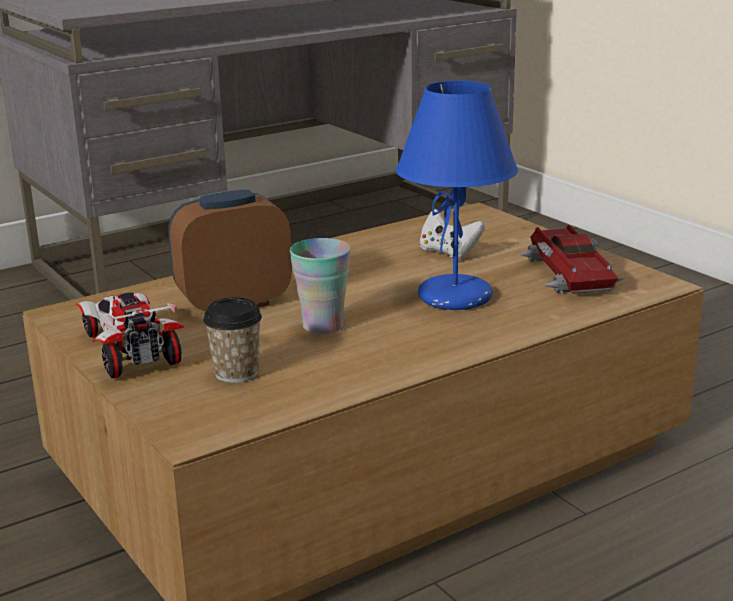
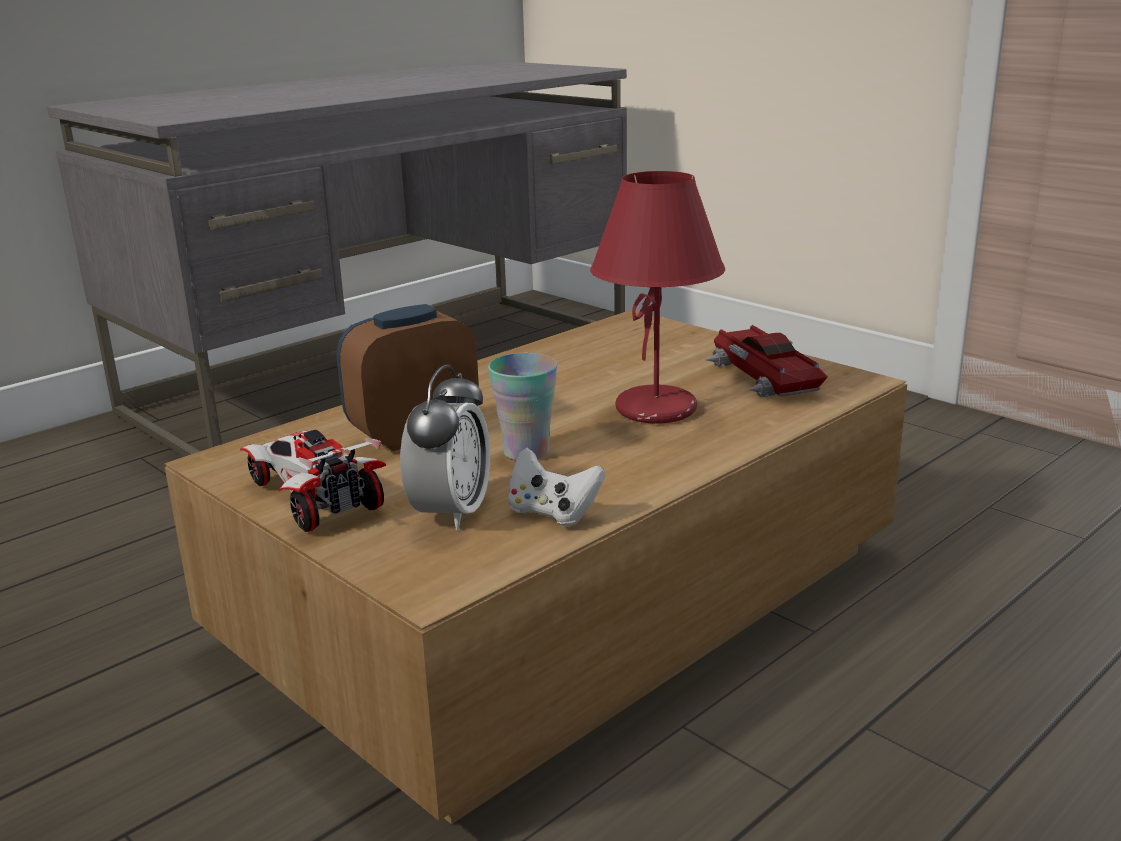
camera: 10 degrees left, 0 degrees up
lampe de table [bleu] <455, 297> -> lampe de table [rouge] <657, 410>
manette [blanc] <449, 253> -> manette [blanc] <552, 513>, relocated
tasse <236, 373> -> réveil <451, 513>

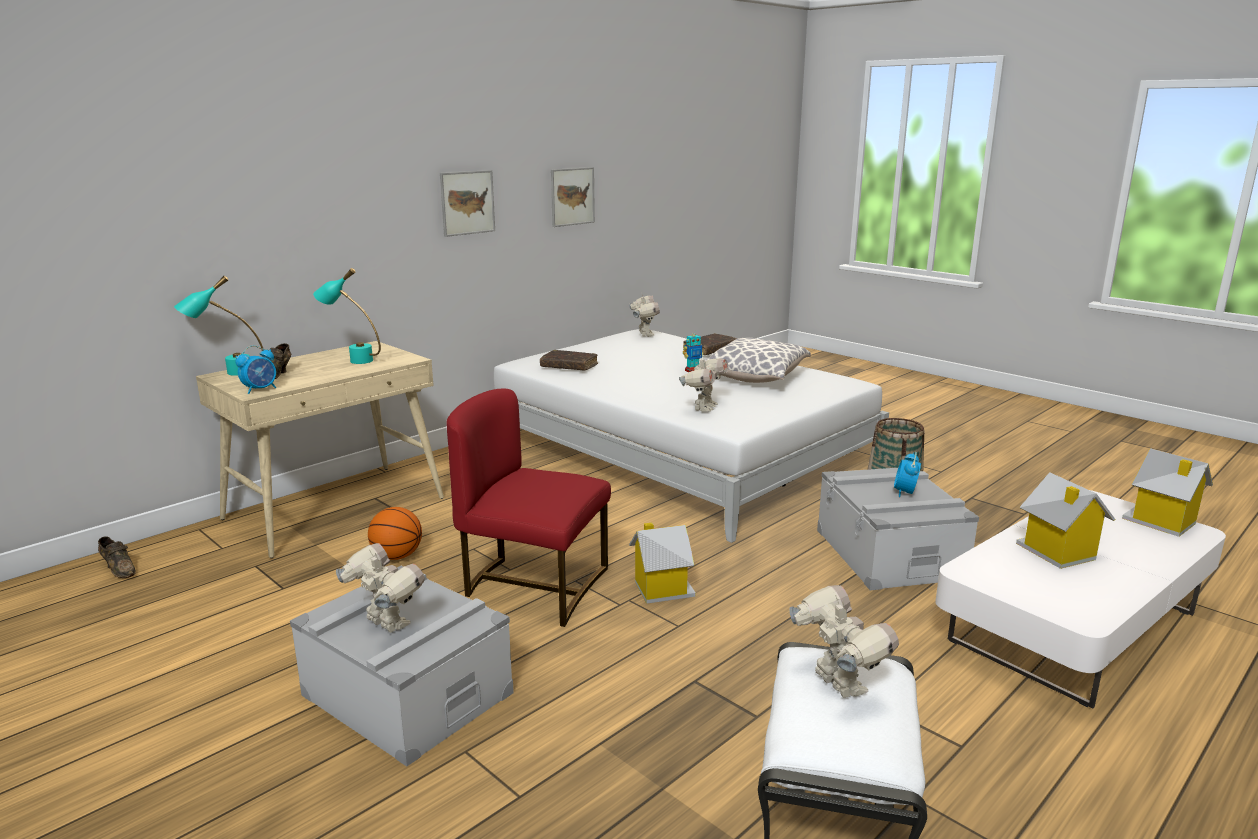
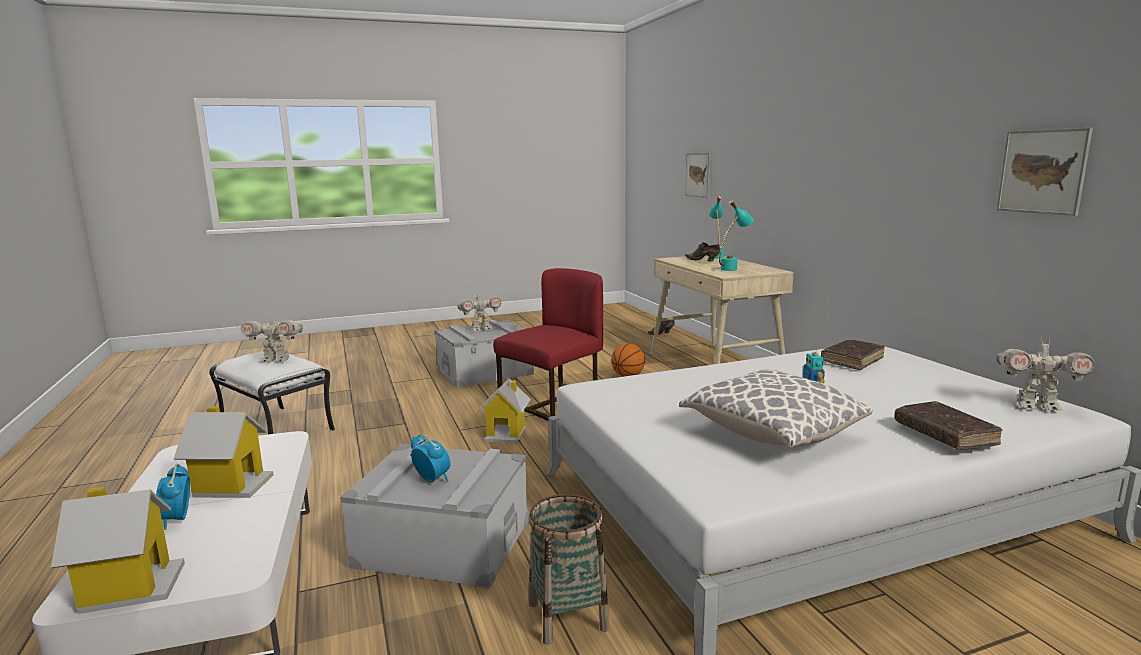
camera: 115 degrees right, 5 degrees down
tableau <467, 202> -> tableau <698, 175>, relocated
réveil <260, 389> -> réveil <177, 519>, relocated
robot jouet <703, 408> -> none

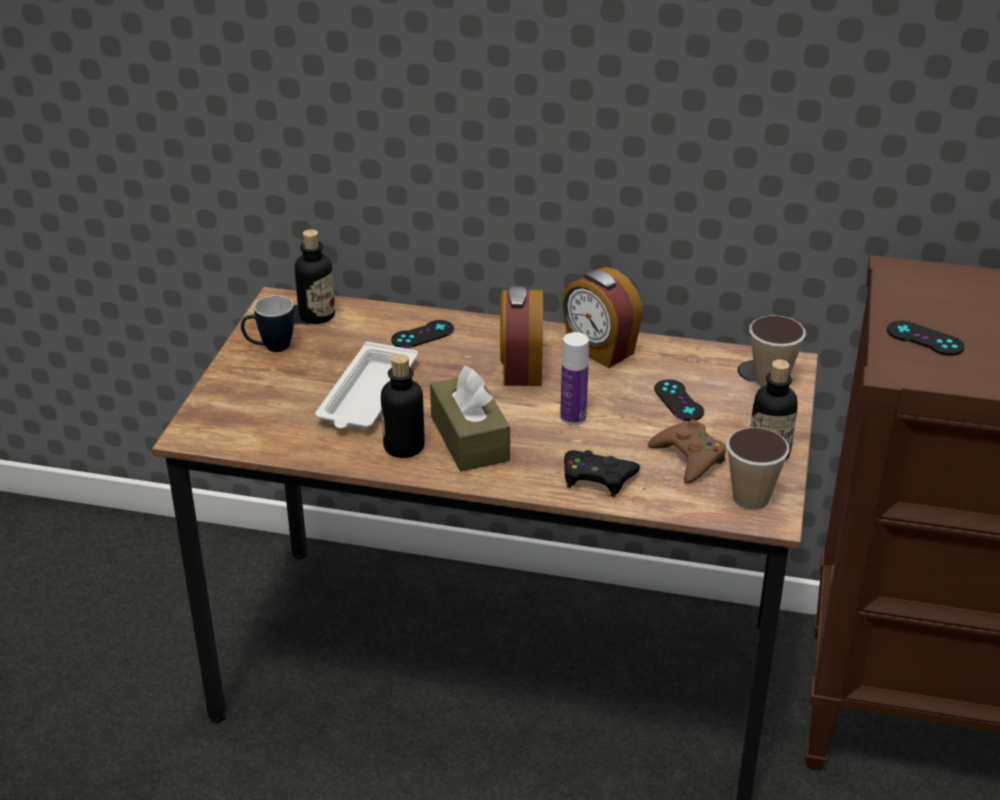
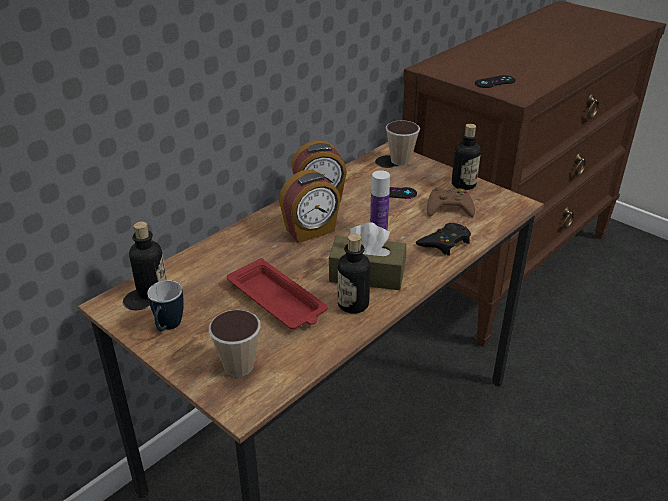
camera: 60 degrees left, 0 degrees up
réveil <521, 369> -> réveil <310, 231>, 60 degrees counterclockwise
manette [noir] <422, 335> -> none
plateau [blanc] <367, 395> -> plateau [rouge] <278, 301>
tasse <751, 498> -> tasse <238, 366>, relocated

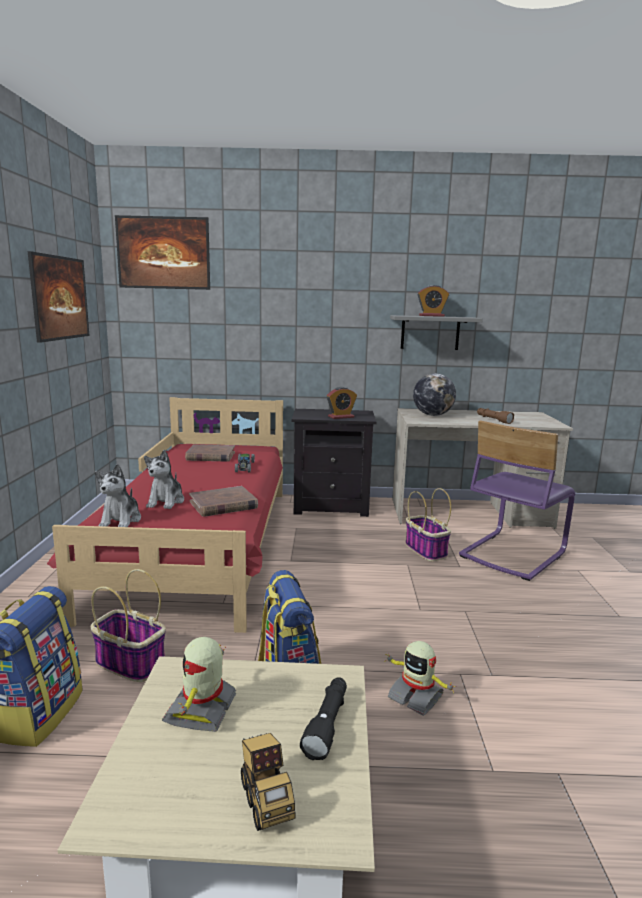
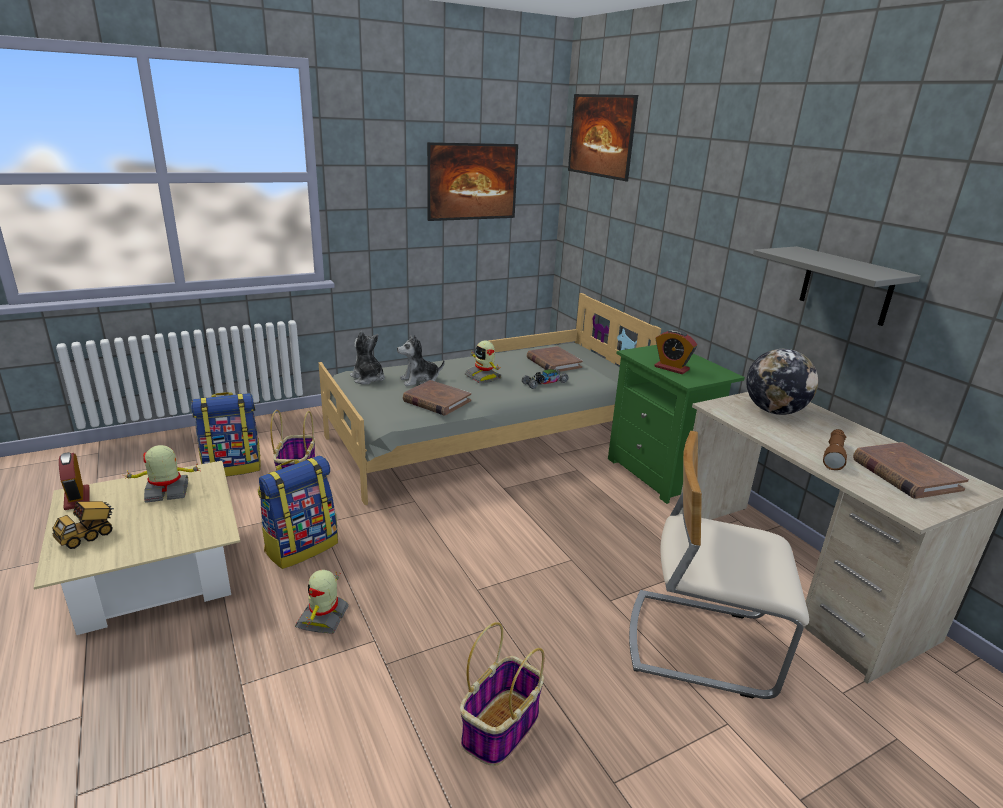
camera: 60 degrees right, 10 degrees up
réveil <431, 316> -> réveil <77, 498>, relocated
lit [rouge] <202, 545> -> lit [gris] <486, 438>
table de chevet [noir] <331, 506> -> table de chevet [vert] <660, 474>
chaise [violet] <511, 554> -> chaise [beige] <700, 642>
peluche <121, 520> -> peluche <368, 379>, 75 degrees clockwise
panier <426, 550> -> panier <500, 729>, relocated
lampe de poche [noir] <327, 724> -> none
none -> robot jouet <483, 377>
none -> livre [marron] <905, 474>

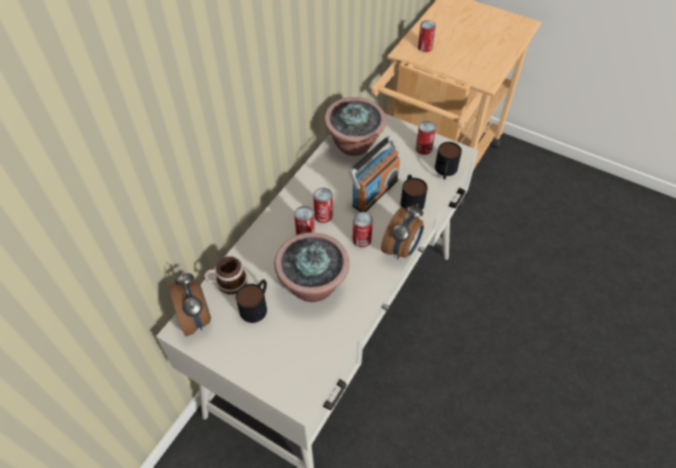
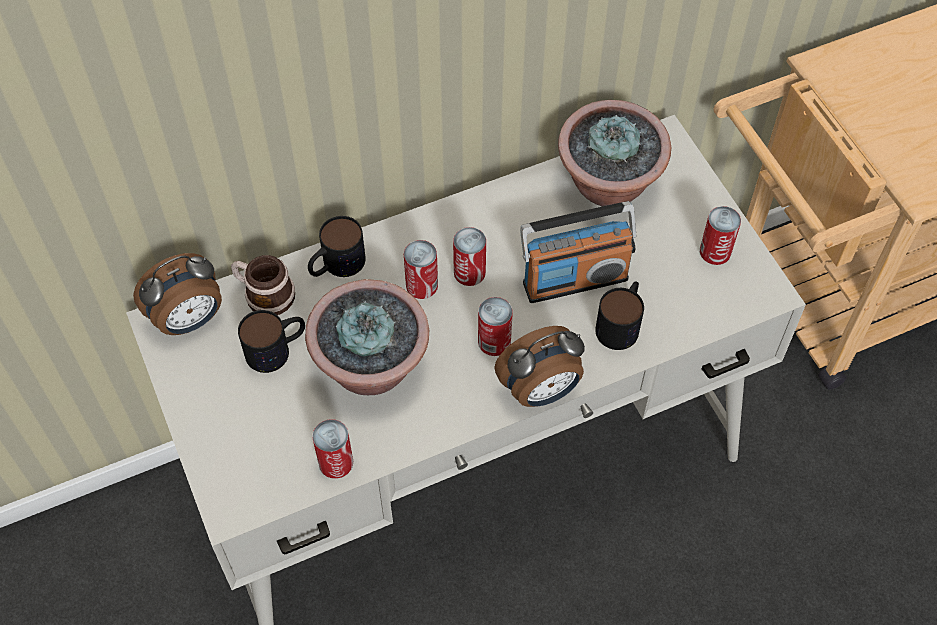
camera: 35 degrees right, 5 degrees up
boîte métallique <425, 47> -> boîte métallique <336, 462>, relocated
mug <445, 172> -> mug <336, 265>, relocated
réveil <196, 319> -> réveil <189, 320>, 45 degrees clockwise

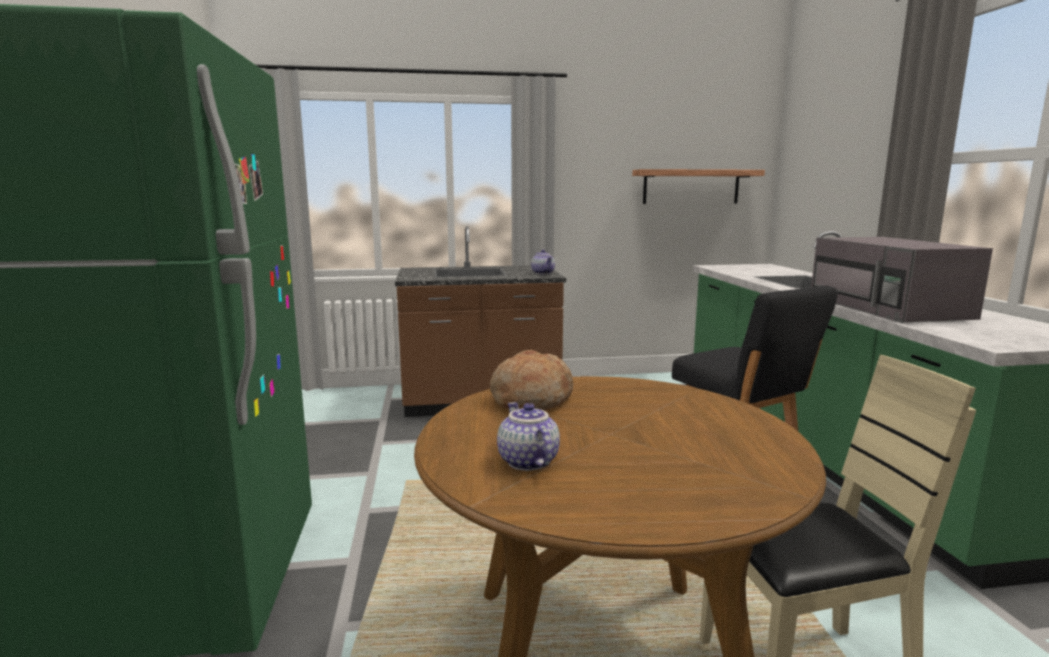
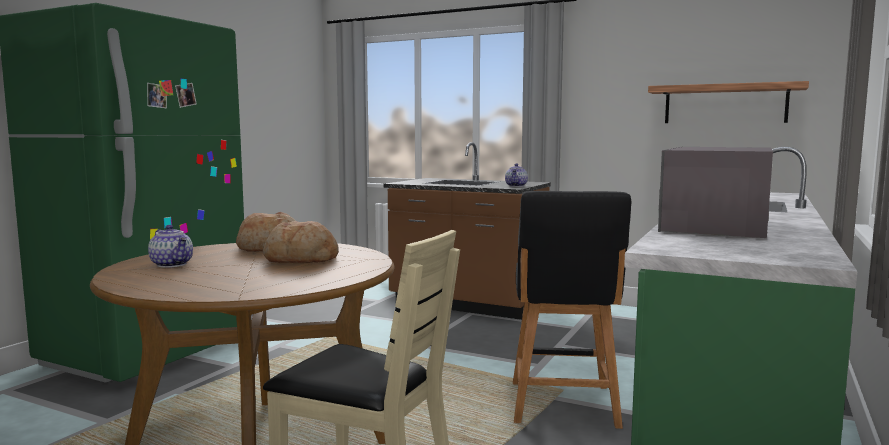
camera: 35 degrees right, 5 degrees down
théière <526, 461> -> théière <173, 264>, 120 degrees clockwise
none -> pain <301, 259>

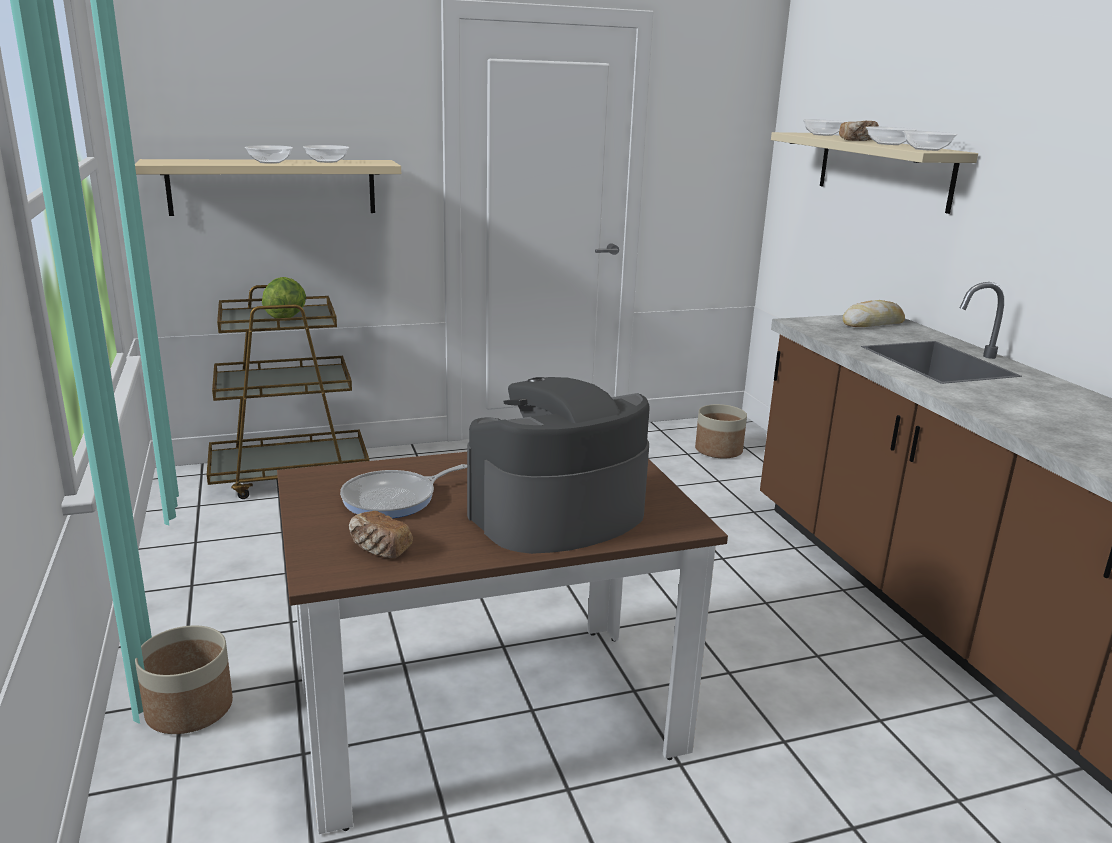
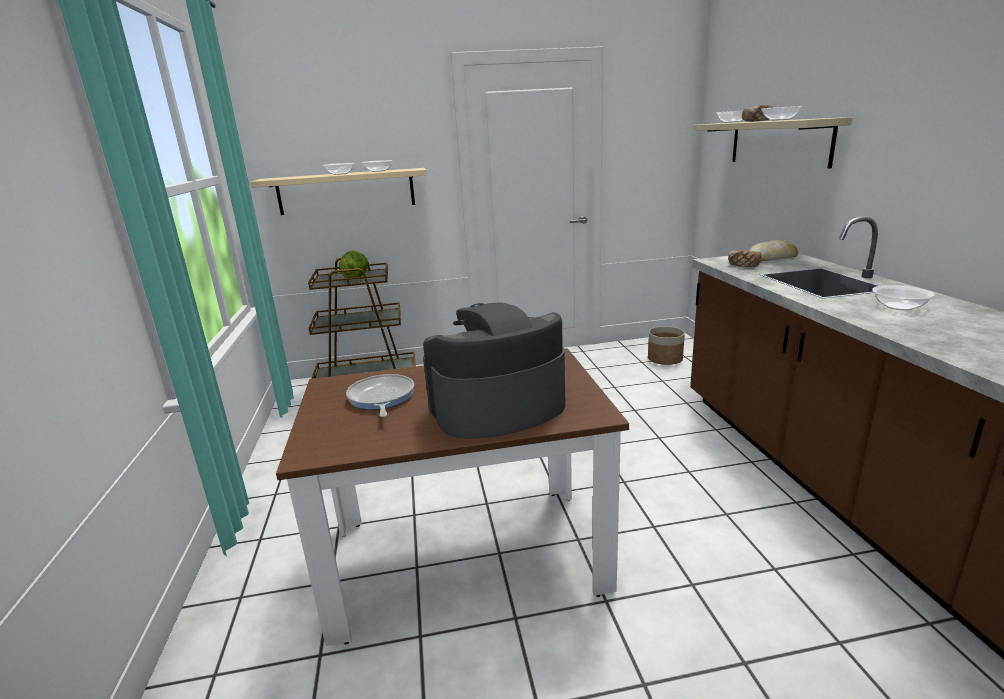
camera: 10 degrees right, 0 degrees up
bol <926, 149> -> bol <899, 307>, relocated
poêle <394, 499> -> poêle <381, 398>, 105 degrees clockwise
pain <379, 549> -> pain <743, 265>, relocated
cache-pot <189, 708> -> none

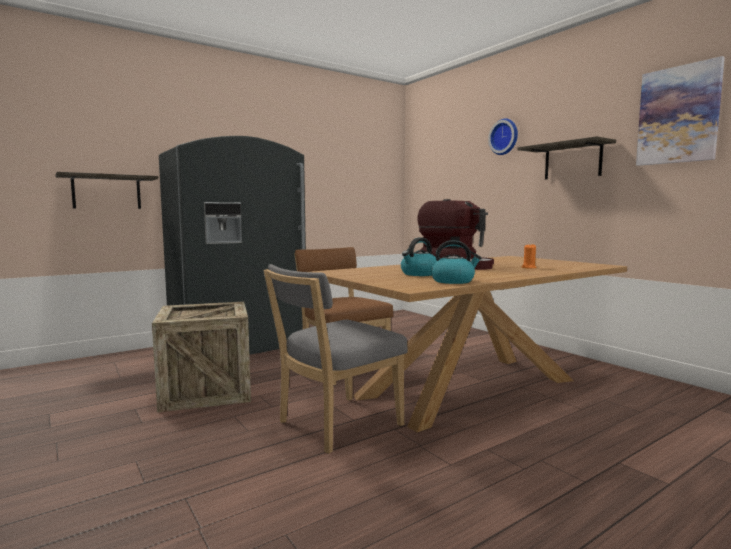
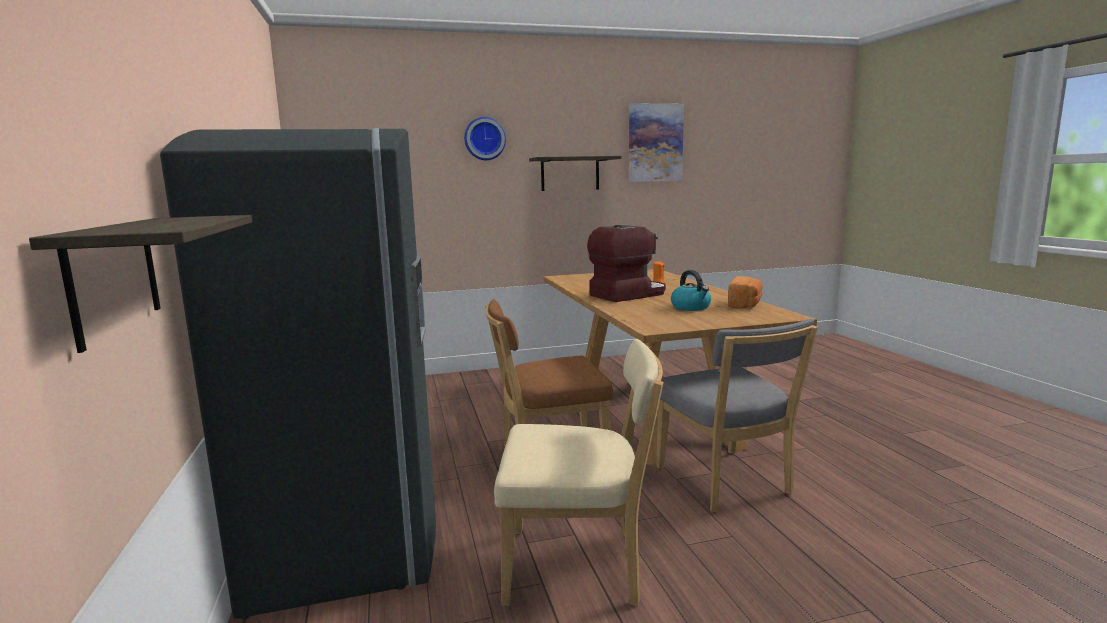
camera: 70 degrees left, 5 degrees up
bouilloire <453, 281> -> pain <745, 305>
caisse <206, 391> -> chaise [beige] <580, 567>

